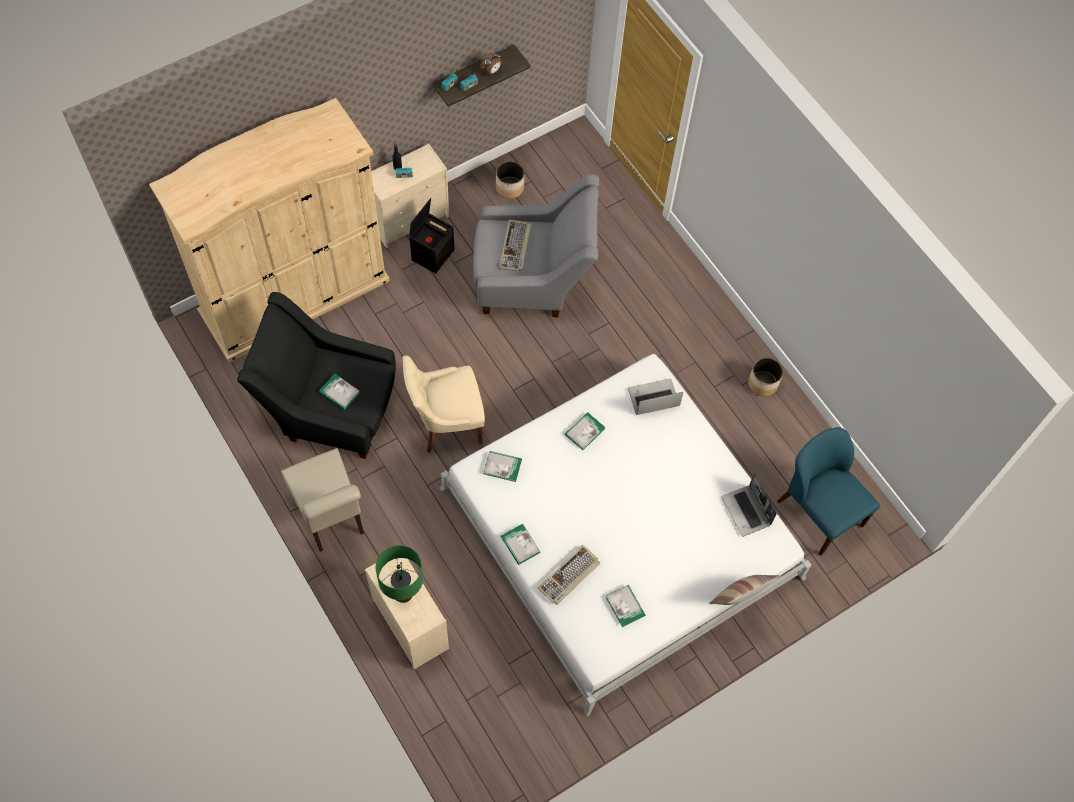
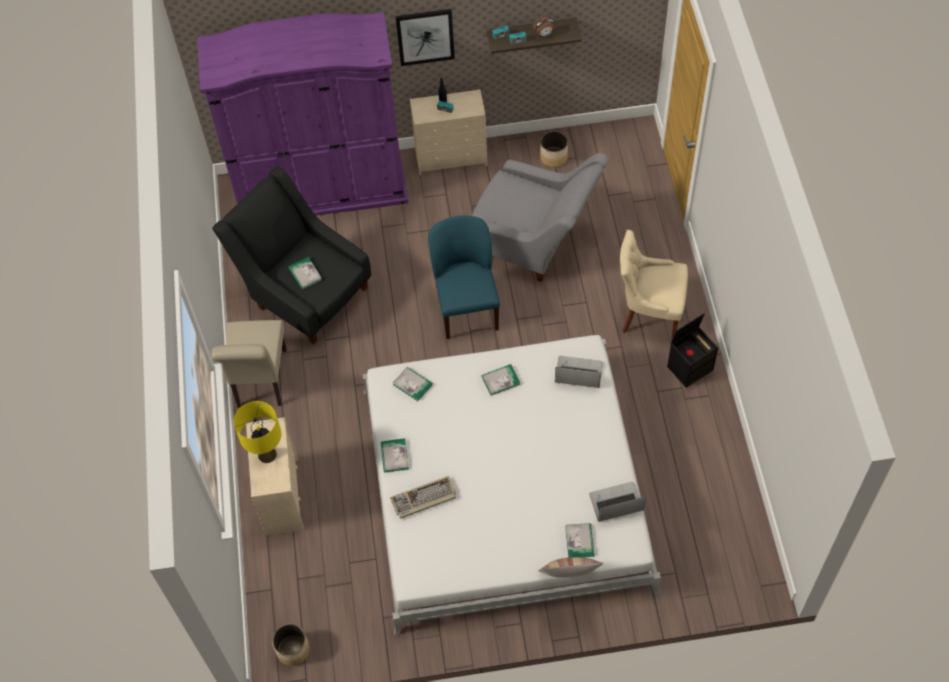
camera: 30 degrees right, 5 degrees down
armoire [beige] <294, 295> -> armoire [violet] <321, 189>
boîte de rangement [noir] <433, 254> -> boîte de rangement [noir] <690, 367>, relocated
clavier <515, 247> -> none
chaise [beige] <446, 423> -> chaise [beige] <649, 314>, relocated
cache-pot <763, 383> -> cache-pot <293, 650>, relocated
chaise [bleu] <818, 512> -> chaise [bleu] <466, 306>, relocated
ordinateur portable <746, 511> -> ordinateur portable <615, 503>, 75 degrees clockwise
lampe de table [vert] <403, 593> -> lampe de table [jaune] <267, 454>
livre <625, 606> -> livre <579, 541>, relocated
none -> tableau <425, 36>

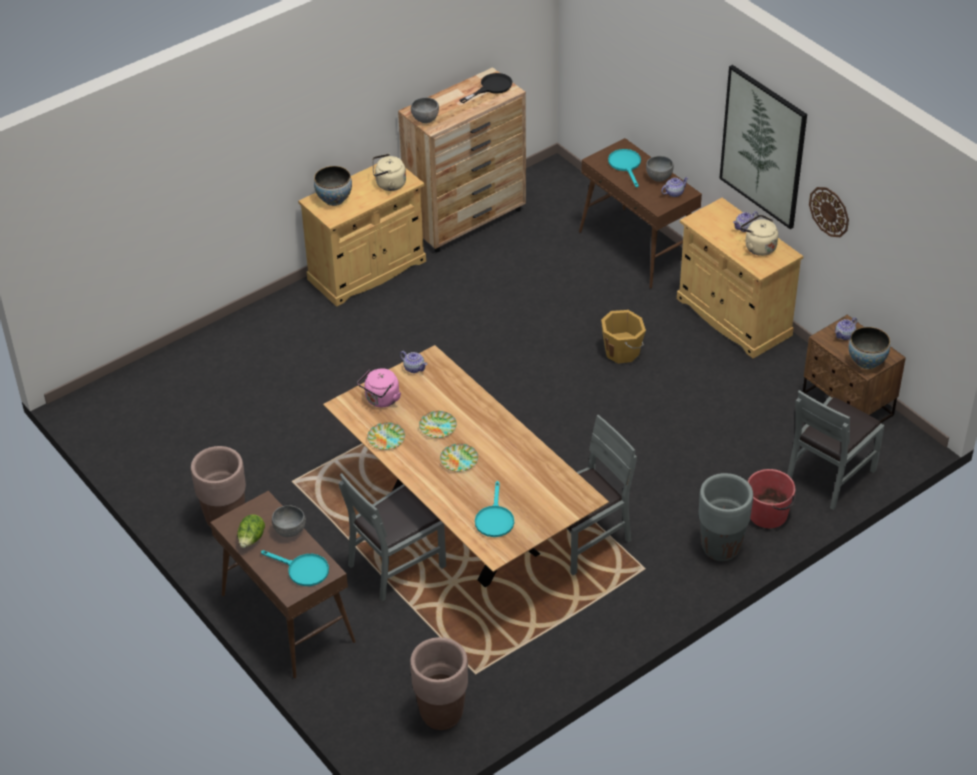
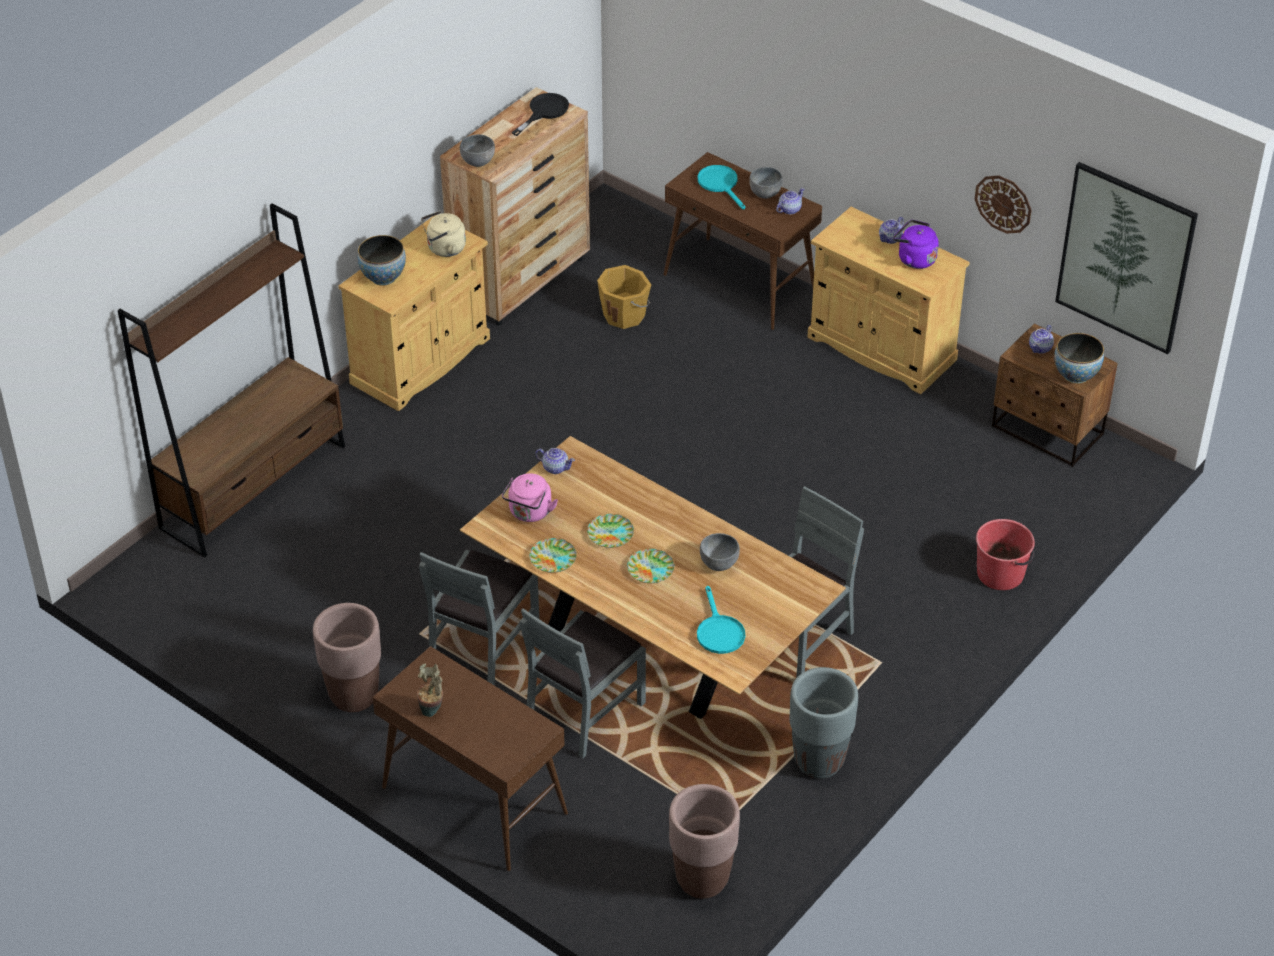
camera: 15 degrees left, 0 degrees up
tableau <763, 146> -> tableau <1125, 257>, relocated
bouilloire [beige] <758, 247> -> bouilloire [violet] <914, 259>
seau [orange] <622, 351> -> seau [orange] <625, 315>, relocated
chaise [gris] <829, 475> -> chaise [gris] <482, 647>, relocated
cache-pot [gris] <721, 548> -> cache-pot [gris] <819, 761>, relocated
bol [gris] <289, 531> -> bol [gris] <718, 564>, relocated
laitue <251, 540> -> plante en pot <432, 709>
poêle [turquoise] <303, 570> -> none
none -> bibliothèque [marron] <254, 486>

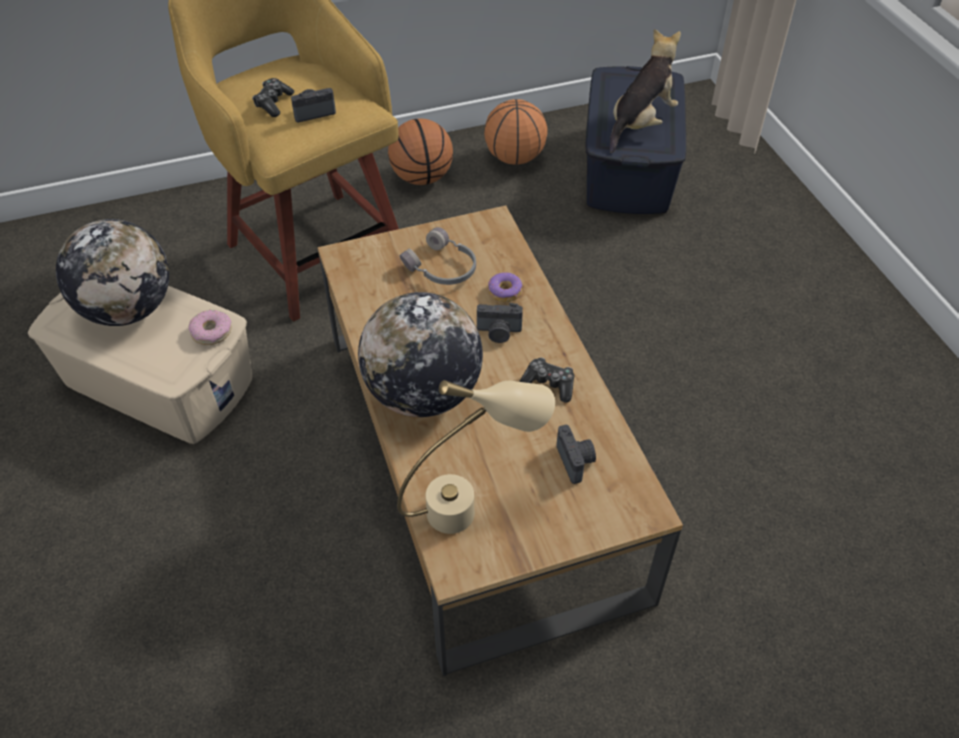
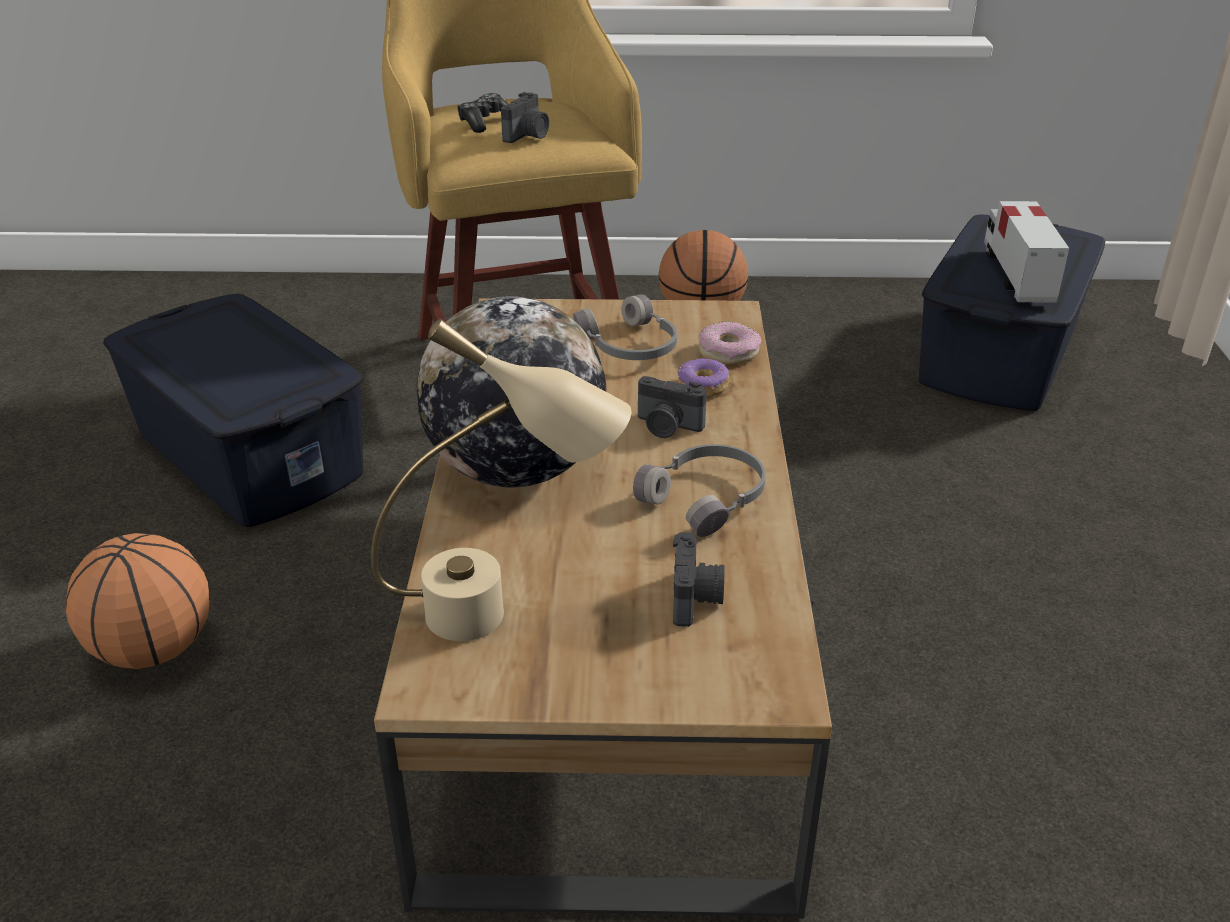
camera: 20 degrees right, 15 degrees down
peluche <640, 123> -> camion jouet <1017, 276>
appareil photo <313, 112> -> appareil photo <528, 135>, 120 degrees clockwise
ballon de basket <514, 158> -> ballon de basket <153, 650>, relocated
globe <128, 309> -> none
boîte de rangement [beige] <159, 380> -> boîte de rangement [bleu] <250, 452>
beignet <211, 332> -> beignet <728, 352>, relocated
manette <549, 384> -> casque audio [gris] <707, 499>

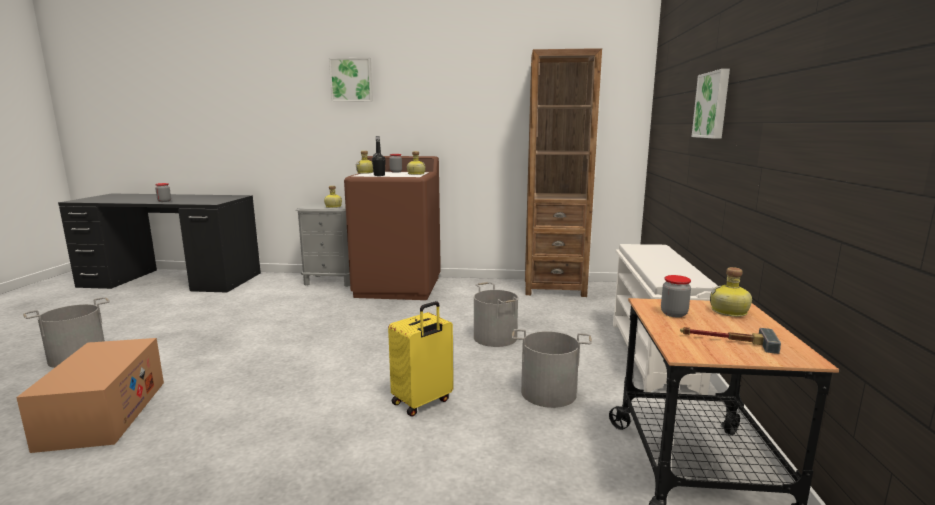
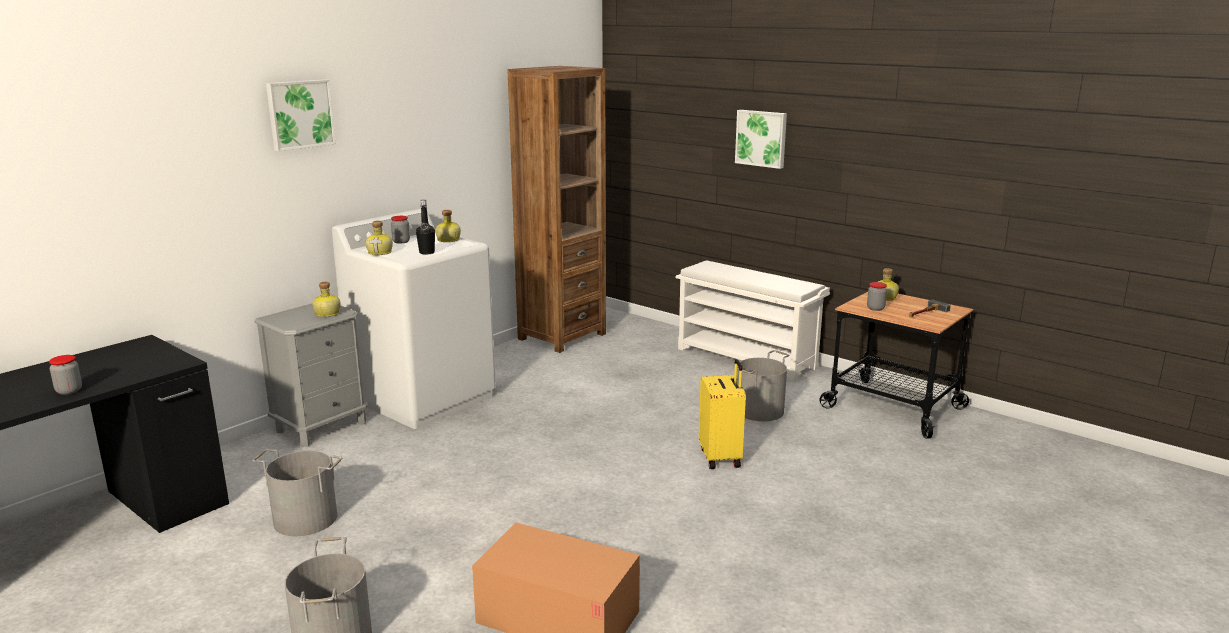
camera: 55 degrees left, 5 degrees up
lave-linge [marron] <398, 287> -> lave-linge [blanc] <424, 397>
seau [gris] <495, 337> -> seau [gris] <306, 518>, relocated

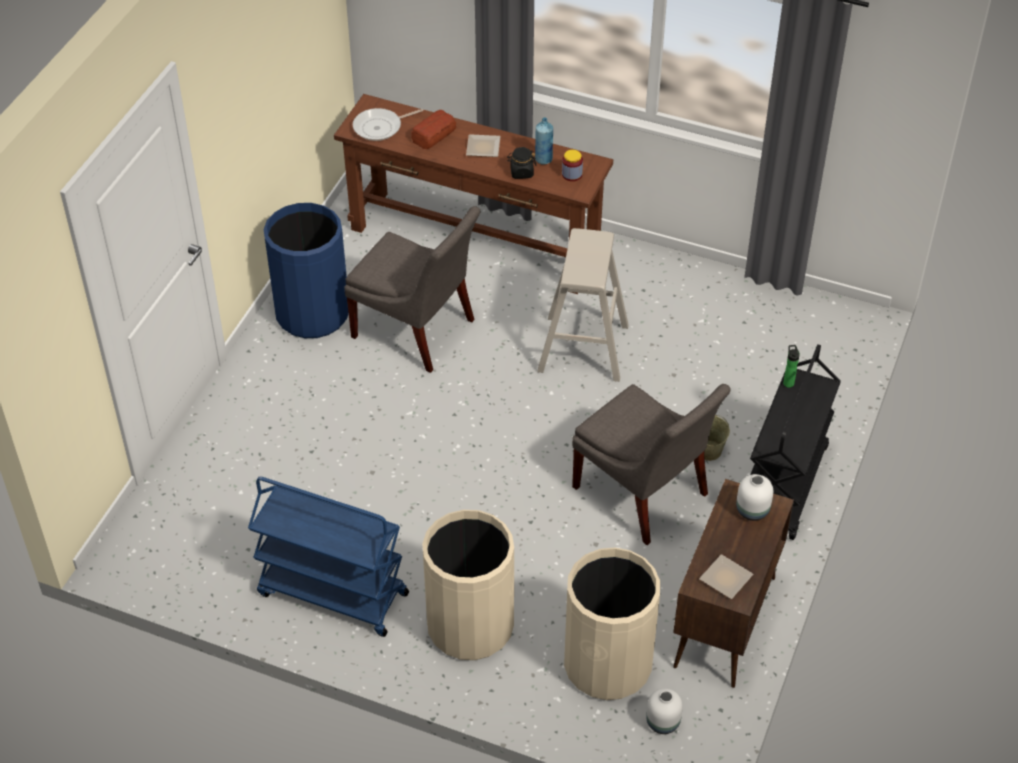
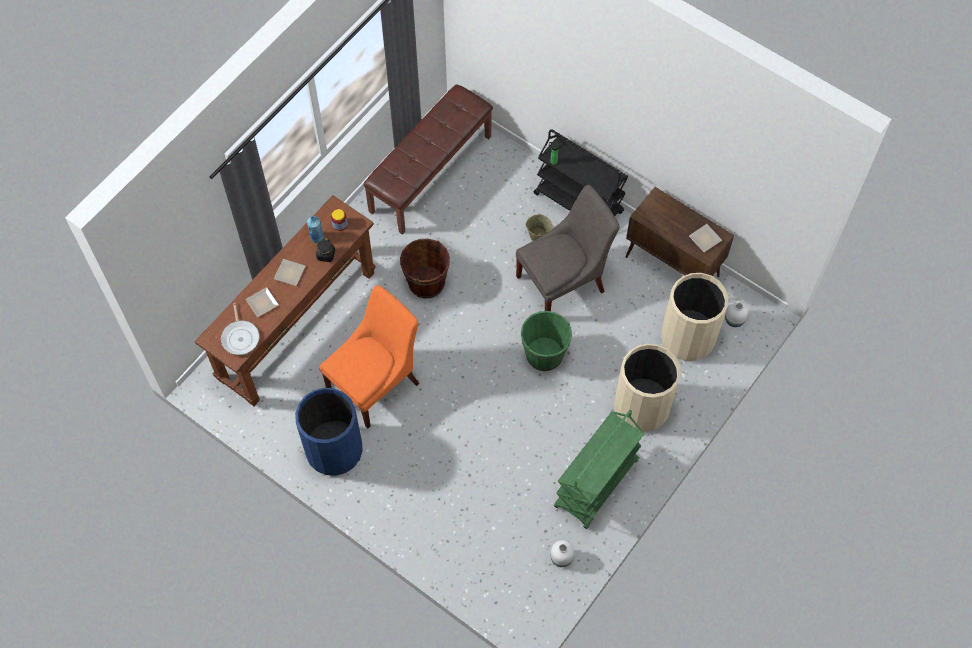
camera: 75 degrees left, 15 degrees up
pain <434, 134> -> assiette <262, 302>
chaise [gris] <417, 331> -> chaise [orange] <376, 383>
tabouret [beige] <583, 348> -> seau [marron] <426, 283>
vase [blanc] <753, 510> -> vase [blanc] <561, 557>, relocated
chariot [bleu] <332, 594> -> chariot [vert] <596, 484>
none -> banc [marron] <430, 173>
none -> seau [vert] <544, 354>

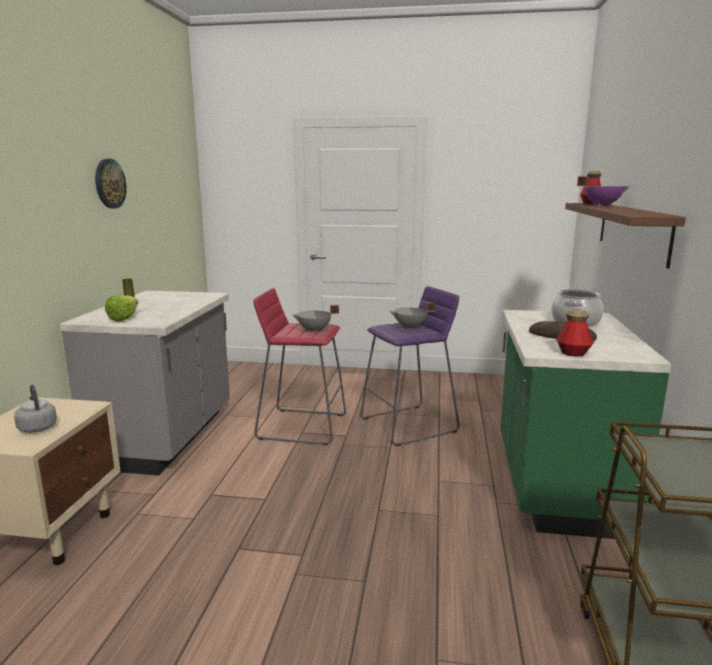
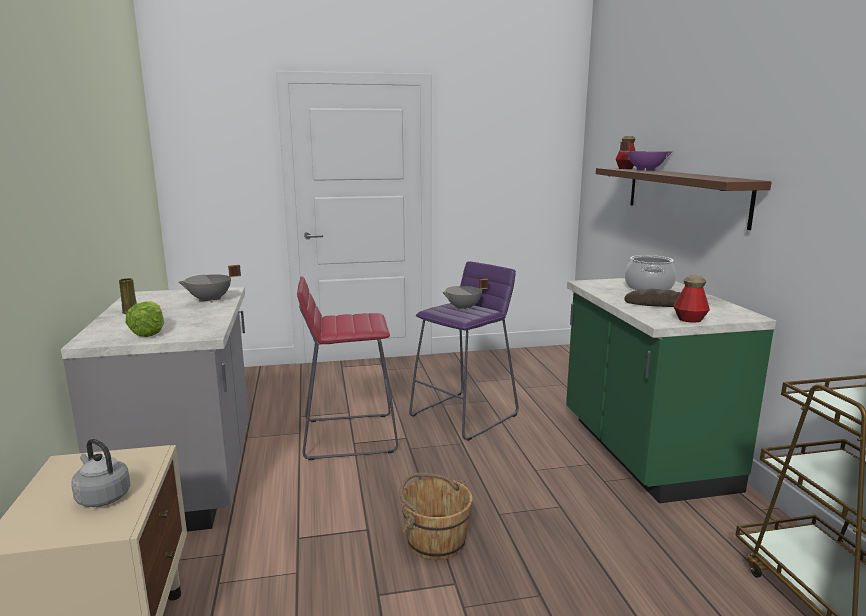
camera: 20 degrees left, 0 degrees up
horloge murale <109, 183> -> none
marmite [gris] <314, 331> -> marmite [gris] <210, 300>, relocated
none -> seau [marron] <435, 540>

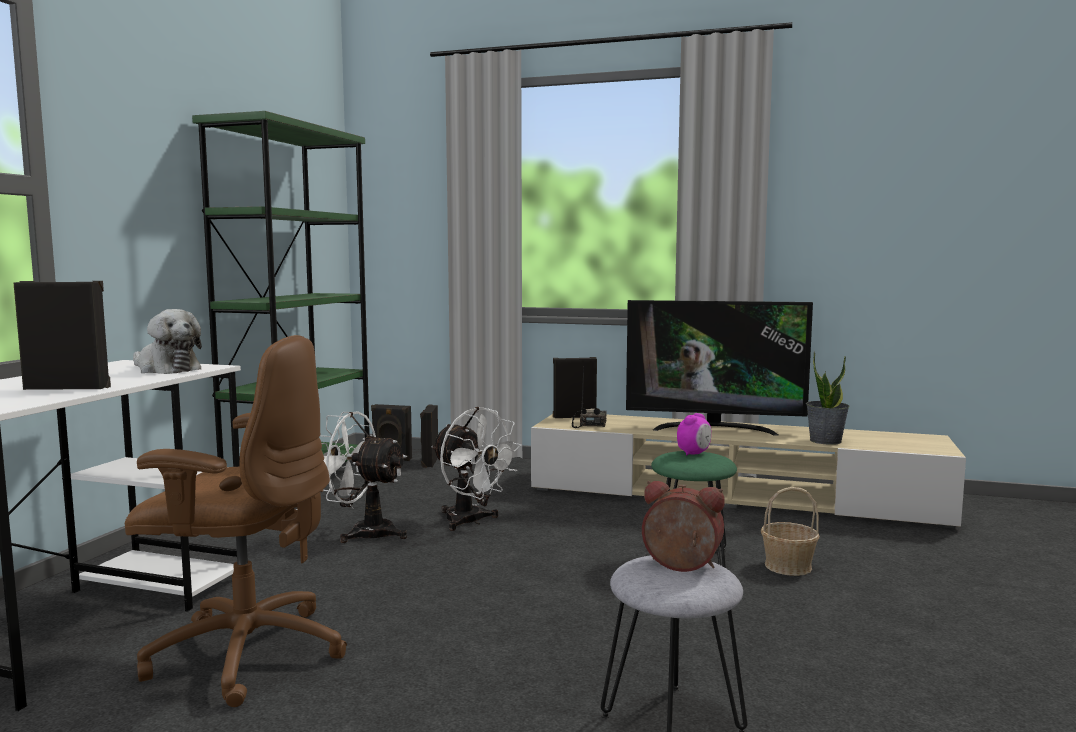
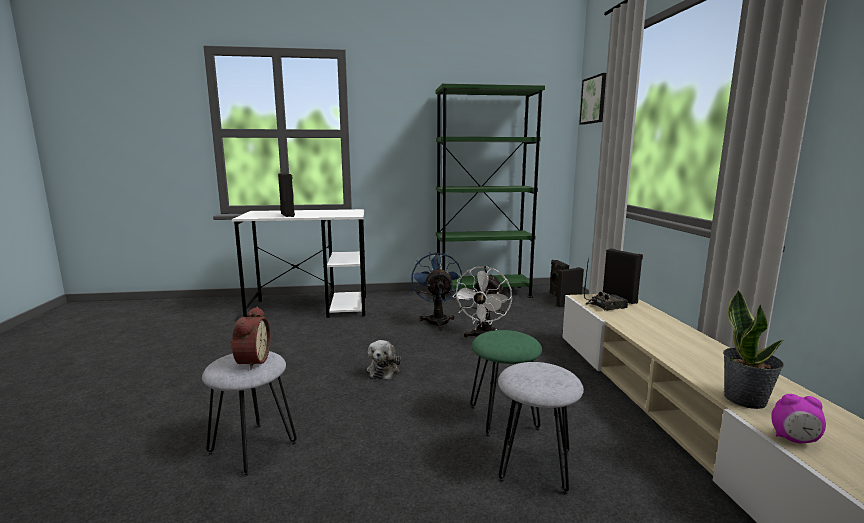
camera: 65 degrees right, 5 degrees up
téléviseur <714, 428> -> none
peluche <166, 369> -> peluche <384, 370>, relocated
chaise de bureau [marron] <245, 653> -> none
ventilateur [blanc] <363, 532> -> ventilateur [bleu] <437, 320>
réveil <694, 453> -> réveil <794, 440>, relocated
panier <787, 566> -> tabouret [gris] <535, 466>
none -> tableau <595, 100>

